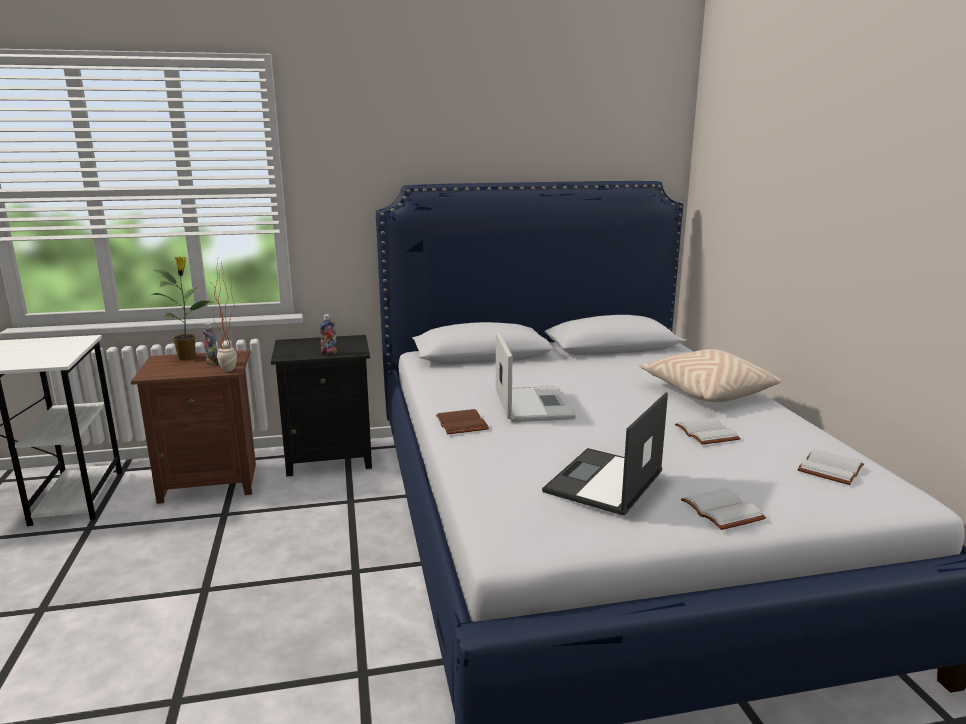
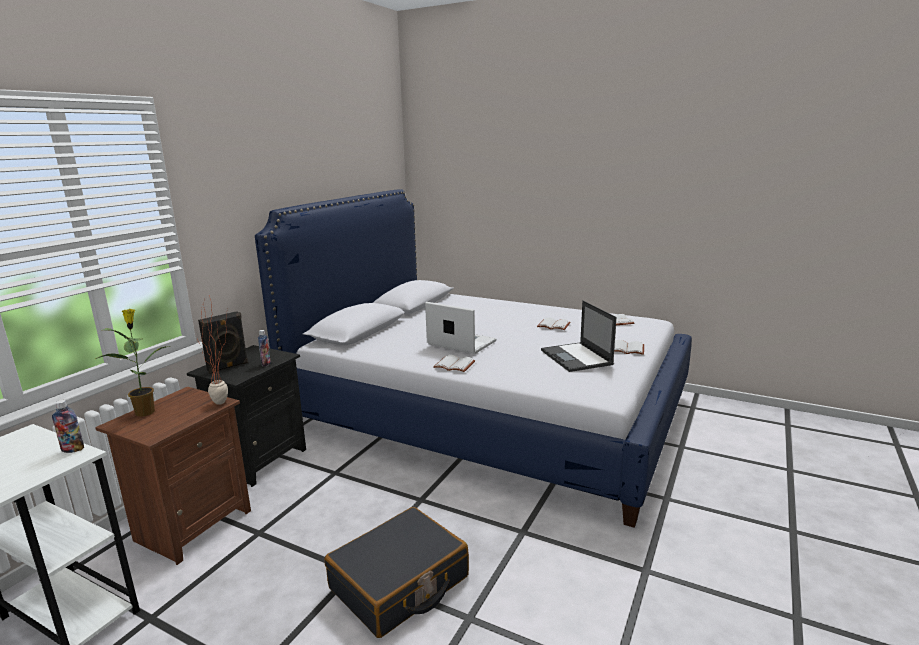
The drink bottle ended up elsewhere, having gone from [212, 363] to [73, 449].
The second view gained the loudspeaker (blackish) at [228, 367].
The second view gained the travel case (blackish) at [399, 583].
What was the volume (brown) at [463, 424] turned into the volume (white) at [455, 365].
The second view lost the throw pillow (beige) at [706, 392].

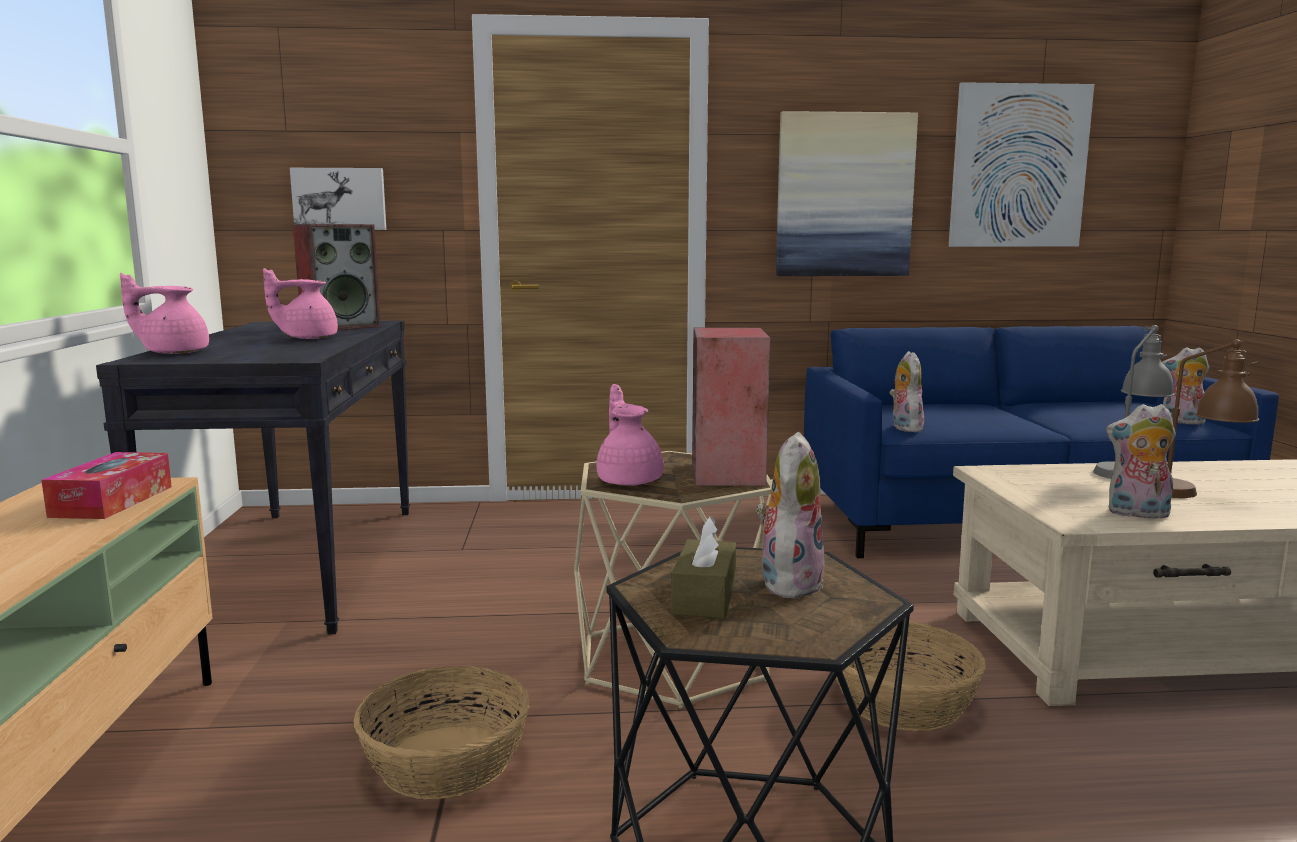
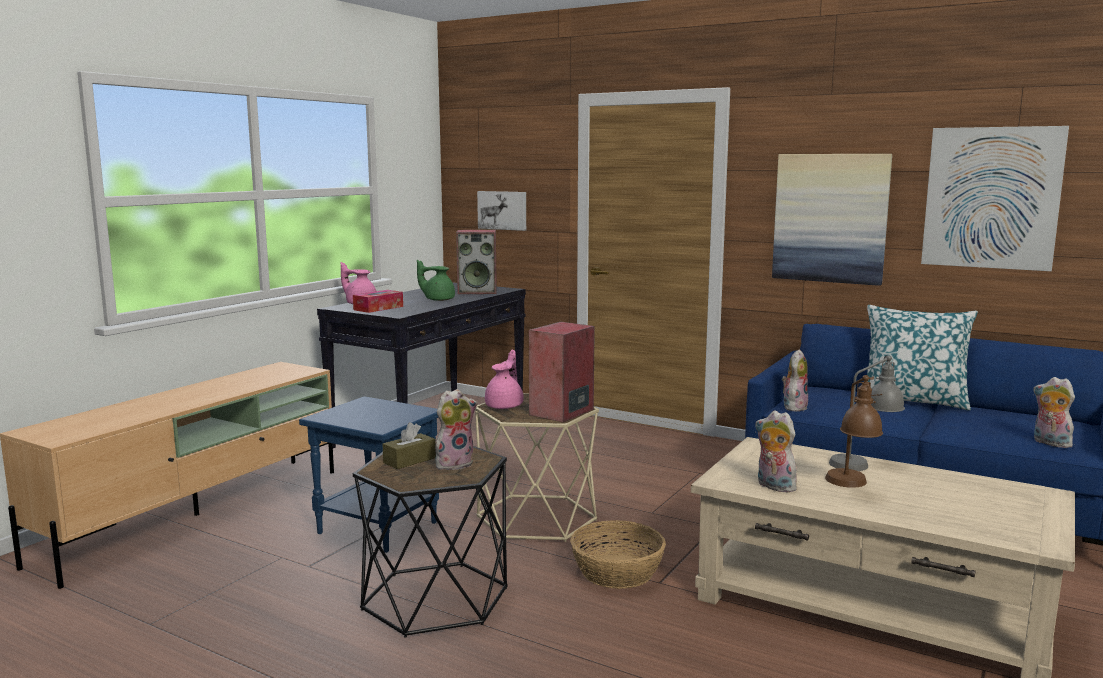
Where the basket stood at [445, 762], the side table (bluish) came to stand at [375, 528].
The tissue box ended up elsewhere, having gone from [112, 501] to [378, 308].
What was the teapot (pink) at [307, 338] turned into the teapot (green-coloured) at [438, 299].
The second view gained the throw pillow at [913, 401].

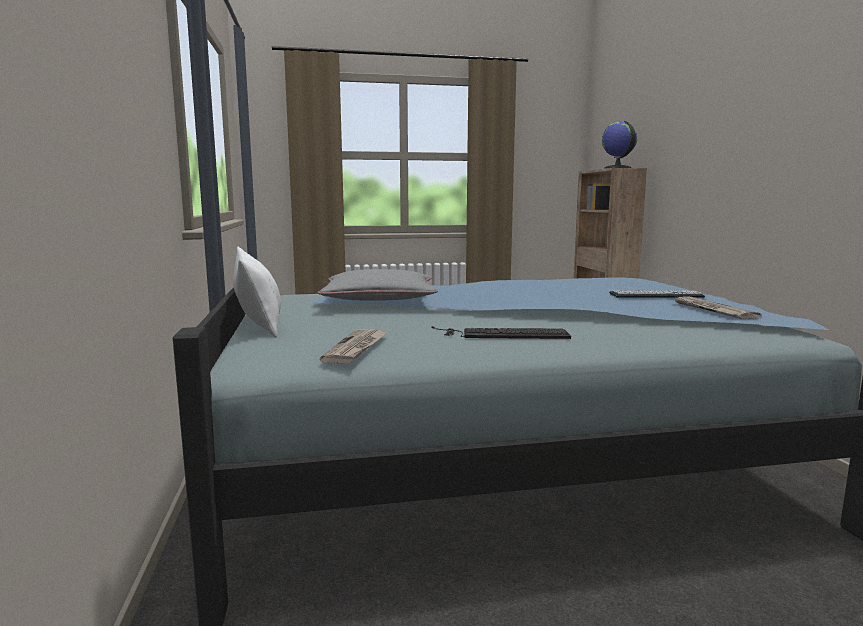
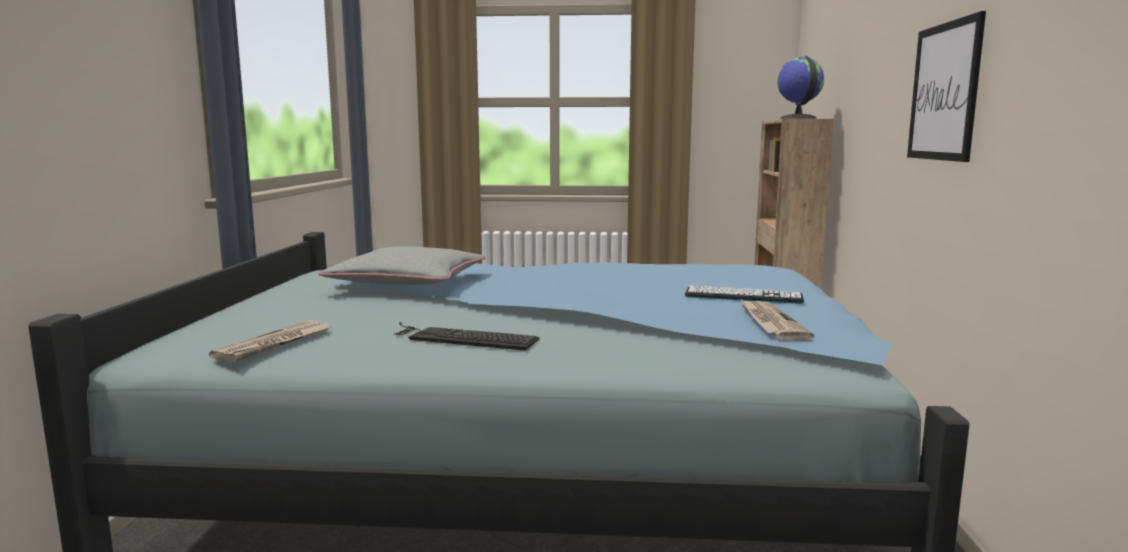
The second view gained the picture at [944, 92].
The second view lost the throw pillow (white) at [258, 321].

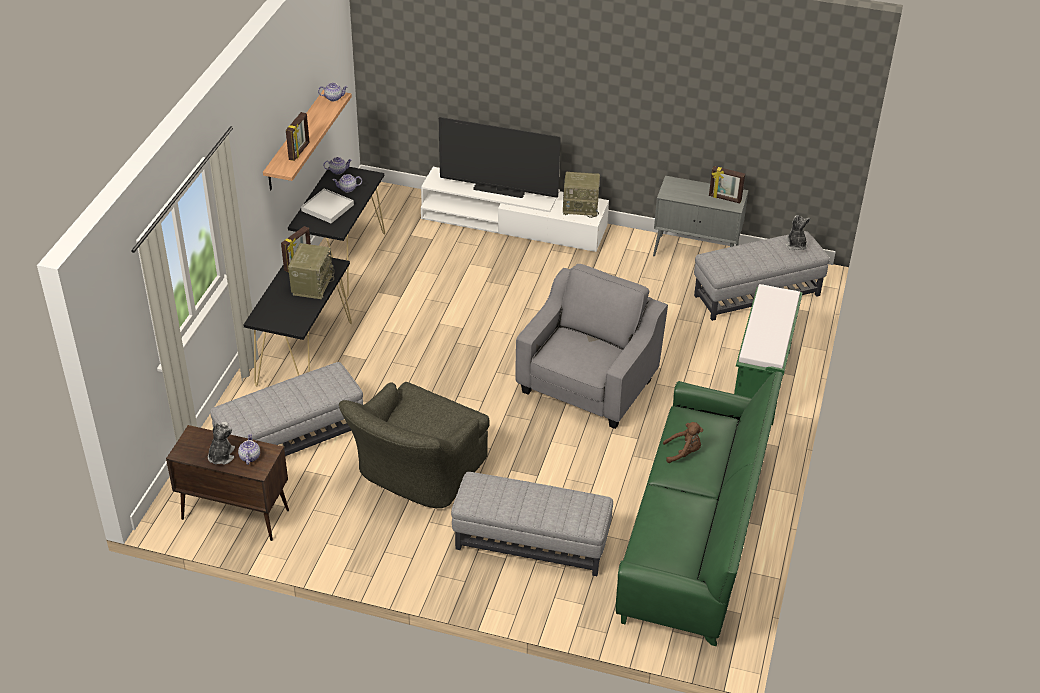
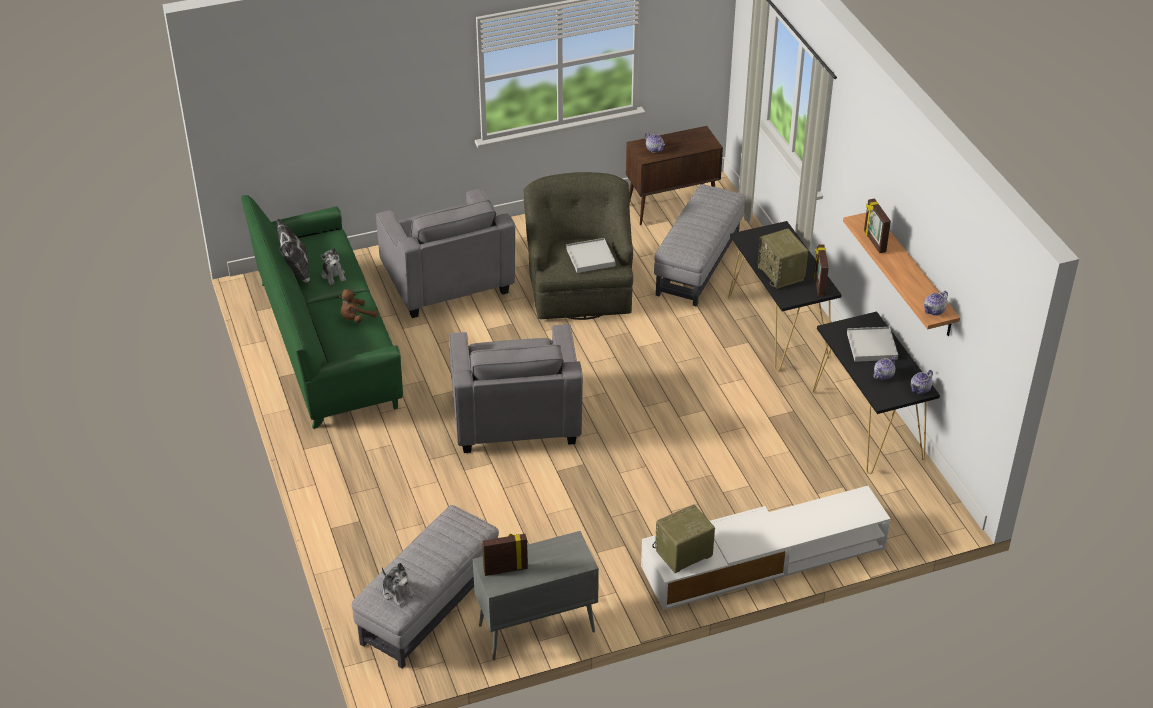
The second view gained the throw pillow at [296, 273].
The soft toy ended up elsewhere, having gone from [221, 456] to [333, 275].
Where the ottoman (greyish) stood at [531, 544], the easy chair (greyish) came to stand at [447, 283].
The second view gained the tray (white) at [590, 257].
The second view lost the TV at [498, 191].
The second view lost the bench (green-coloured) at [761, 383].

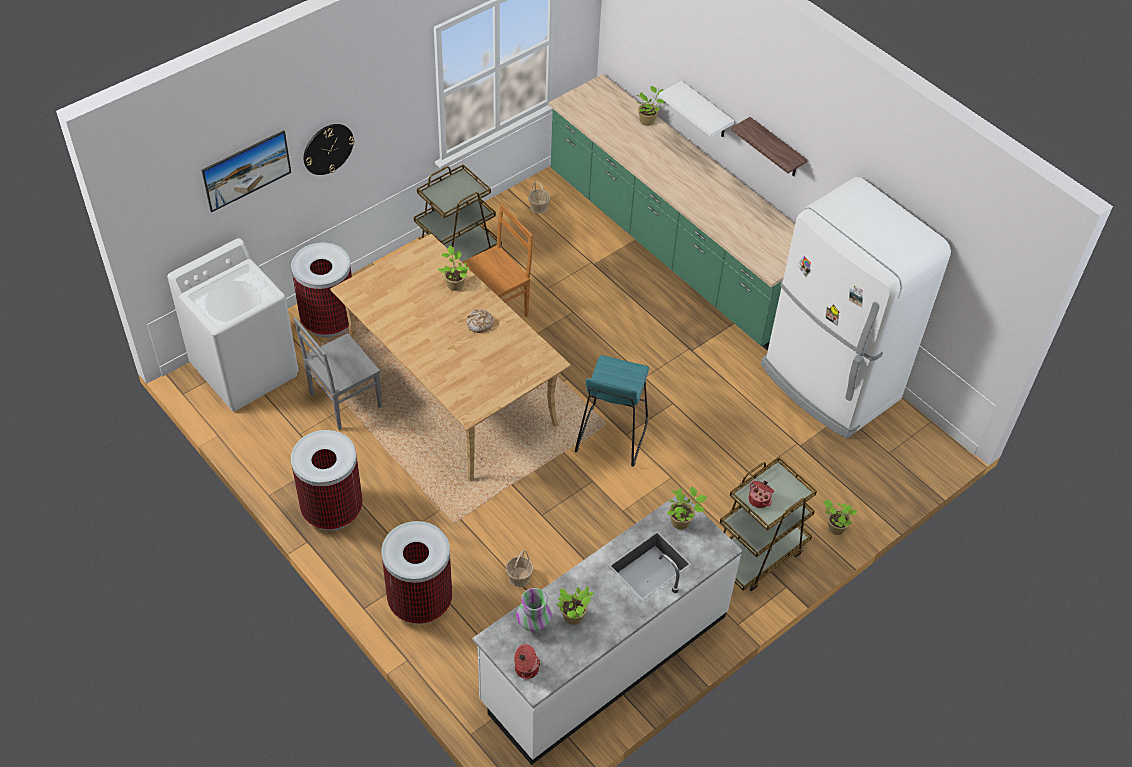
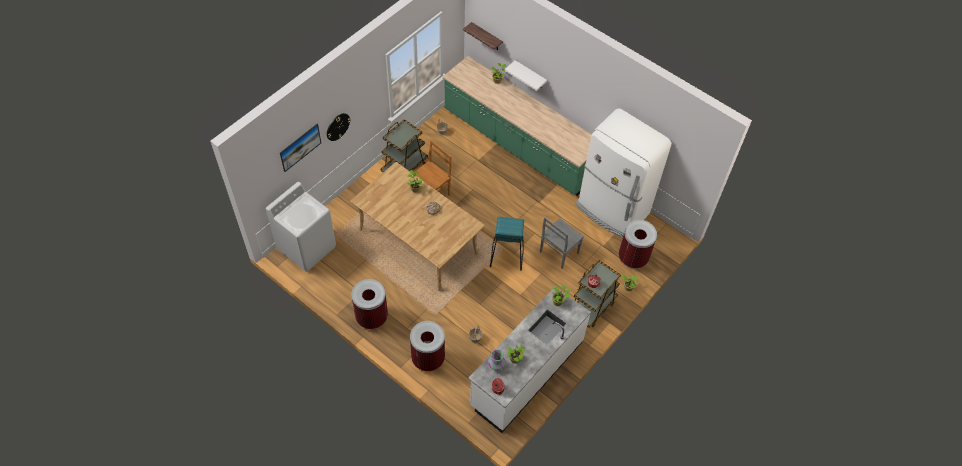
The shelf ended up elsewhere, having gone from [776, 149] to [486, 37].
The upright chair (greyish) ended up elsewhere, having gone from [344, 401] to [558, 253].
The rubbish bin ended up elsewhere, having gone from [329, 320] to [633, 258].

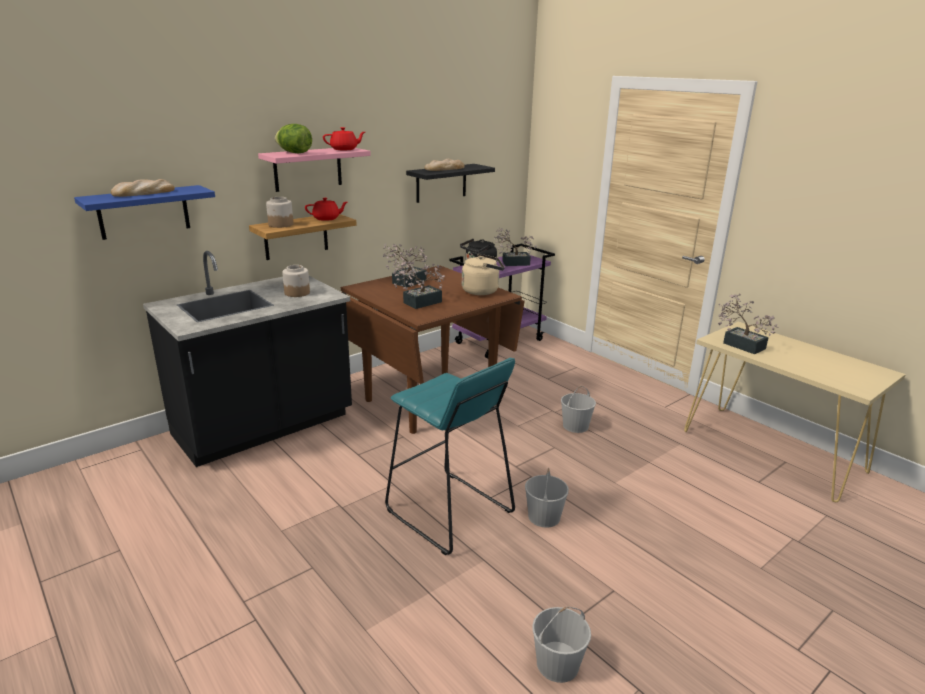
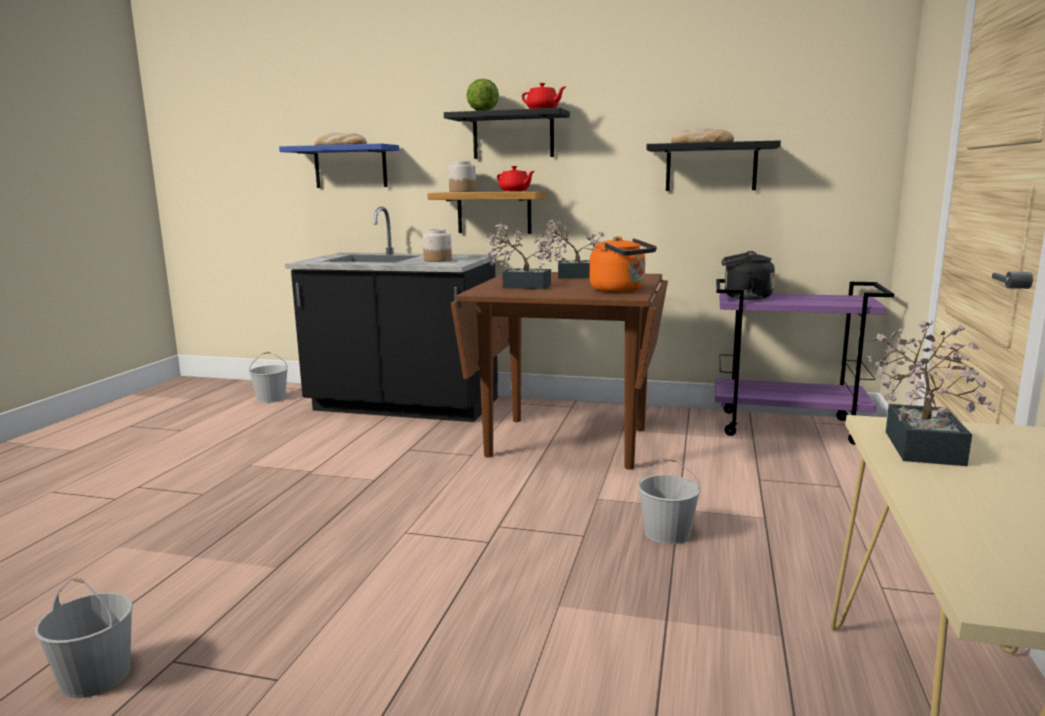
The bucket (white) ended up elsewhere, having gone from [544, 516] to [271, 398].
What was the shelf (pink) at [308, 169] turned into the shelf (blackish) at [513, 135].
What was the water kettle (beige) at [482, 291] turned into the water kettle (orange) at [620, 290].
The second view lost the stool (blue-green) at [449, 512].
The second view lost the houseplant at [512, 263].

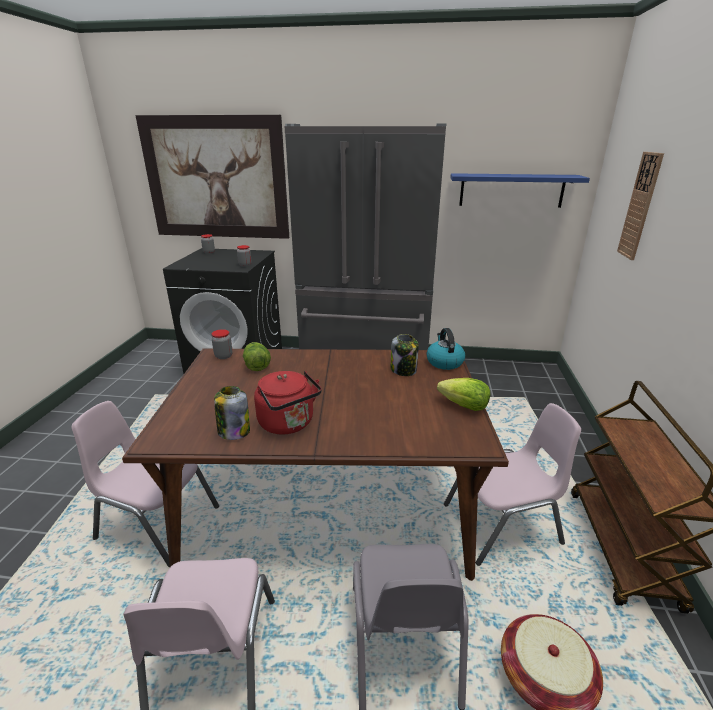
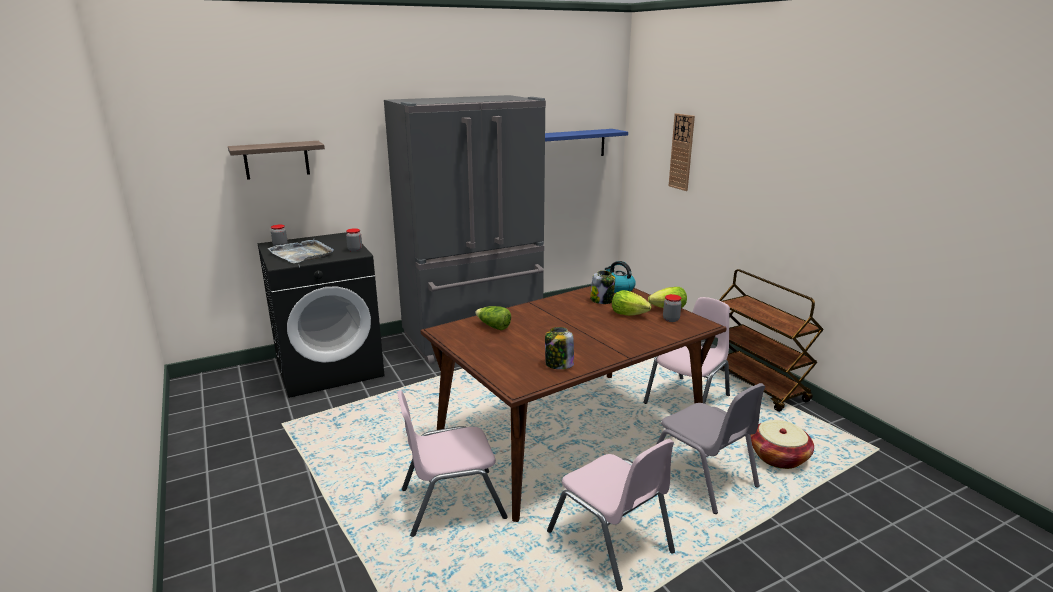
Where the picture hung at [216, 178], the shelf came to hang at [276, 160].
The second view gained the tray (greyish) at [303, 254].
The second view gained the lettuce at [628, 314].
The preserve jar ended up elsewhere, having gone from [223, 356] to [671, 319].
The second view lost the water kettle (red) at [288, 424].

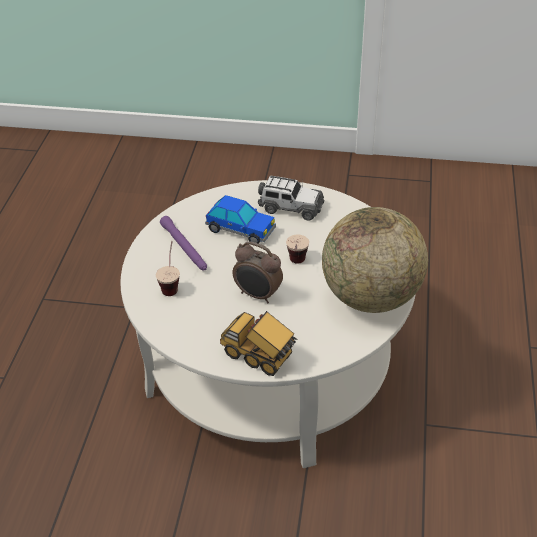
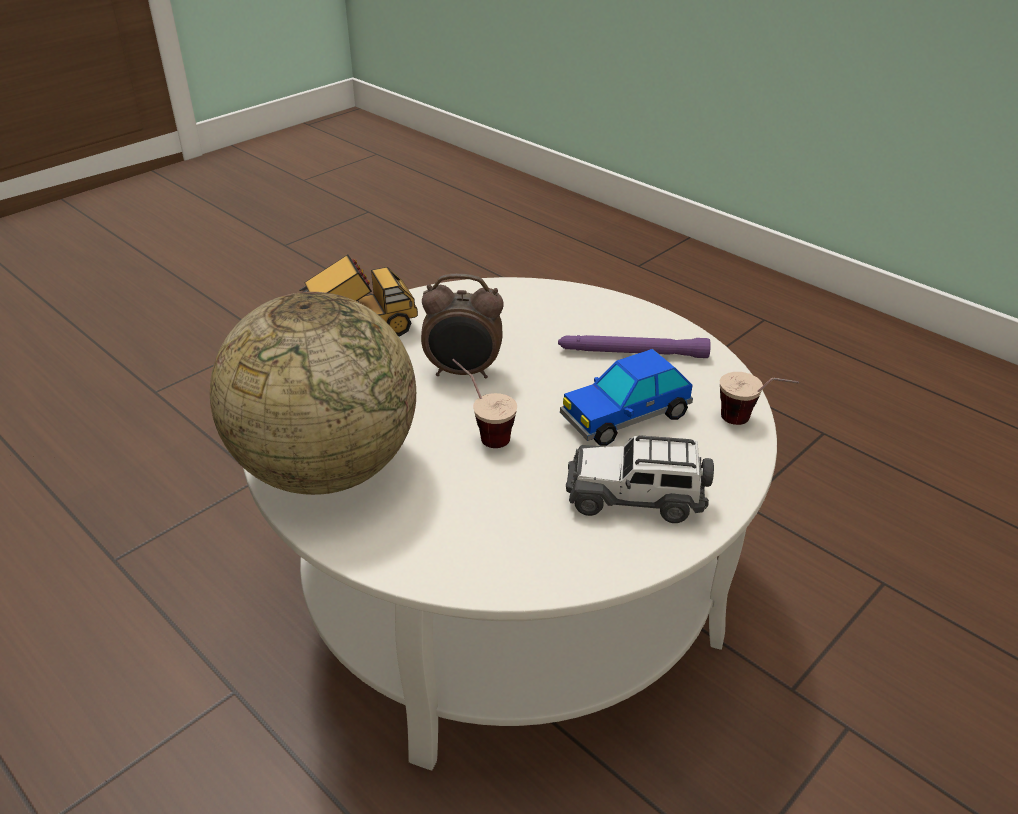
The alarm clock at [257, 295] ended up facing another way, 150 degrees counterclockwise from before.
The model car at [290, 207] ended up facing another way, 45 degrees clockwise from before.
The small cup ended up elsewhere, having gone from [171, 284] to [750, 424].

